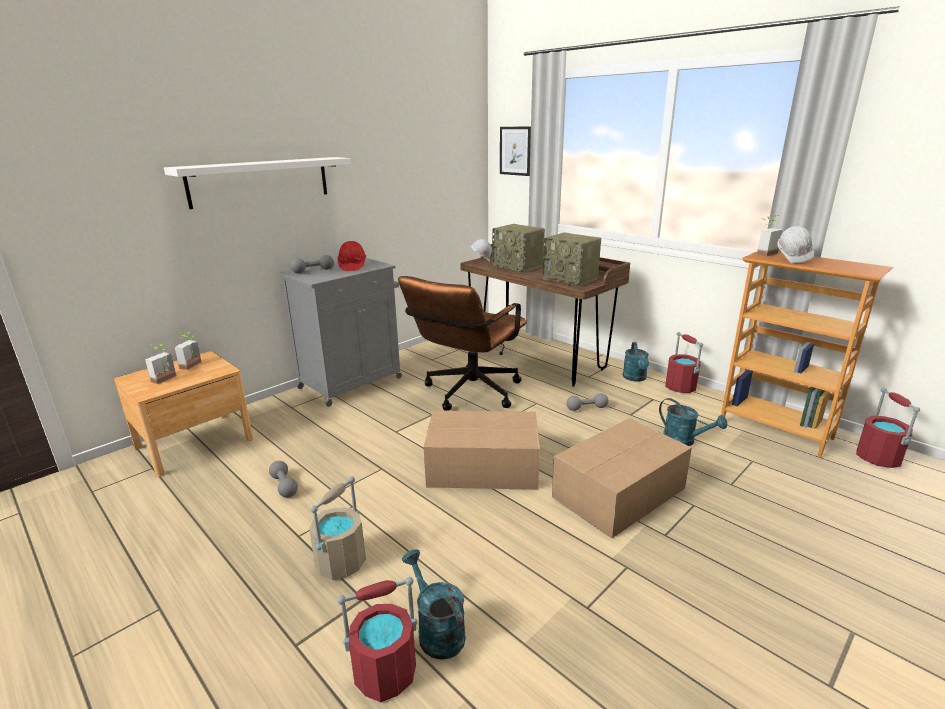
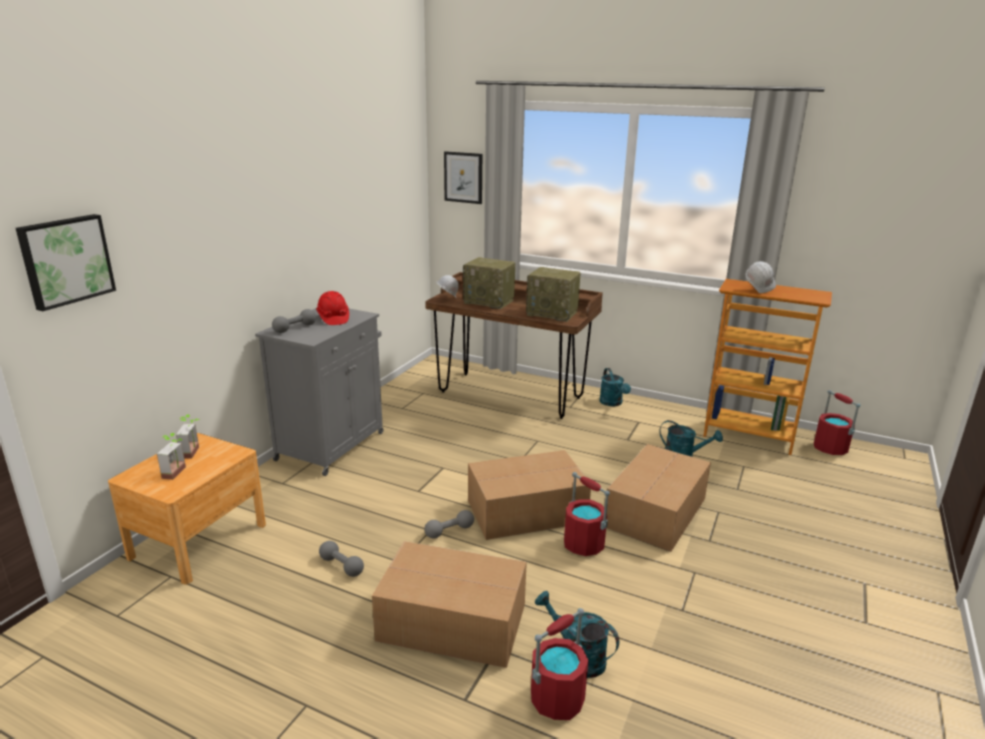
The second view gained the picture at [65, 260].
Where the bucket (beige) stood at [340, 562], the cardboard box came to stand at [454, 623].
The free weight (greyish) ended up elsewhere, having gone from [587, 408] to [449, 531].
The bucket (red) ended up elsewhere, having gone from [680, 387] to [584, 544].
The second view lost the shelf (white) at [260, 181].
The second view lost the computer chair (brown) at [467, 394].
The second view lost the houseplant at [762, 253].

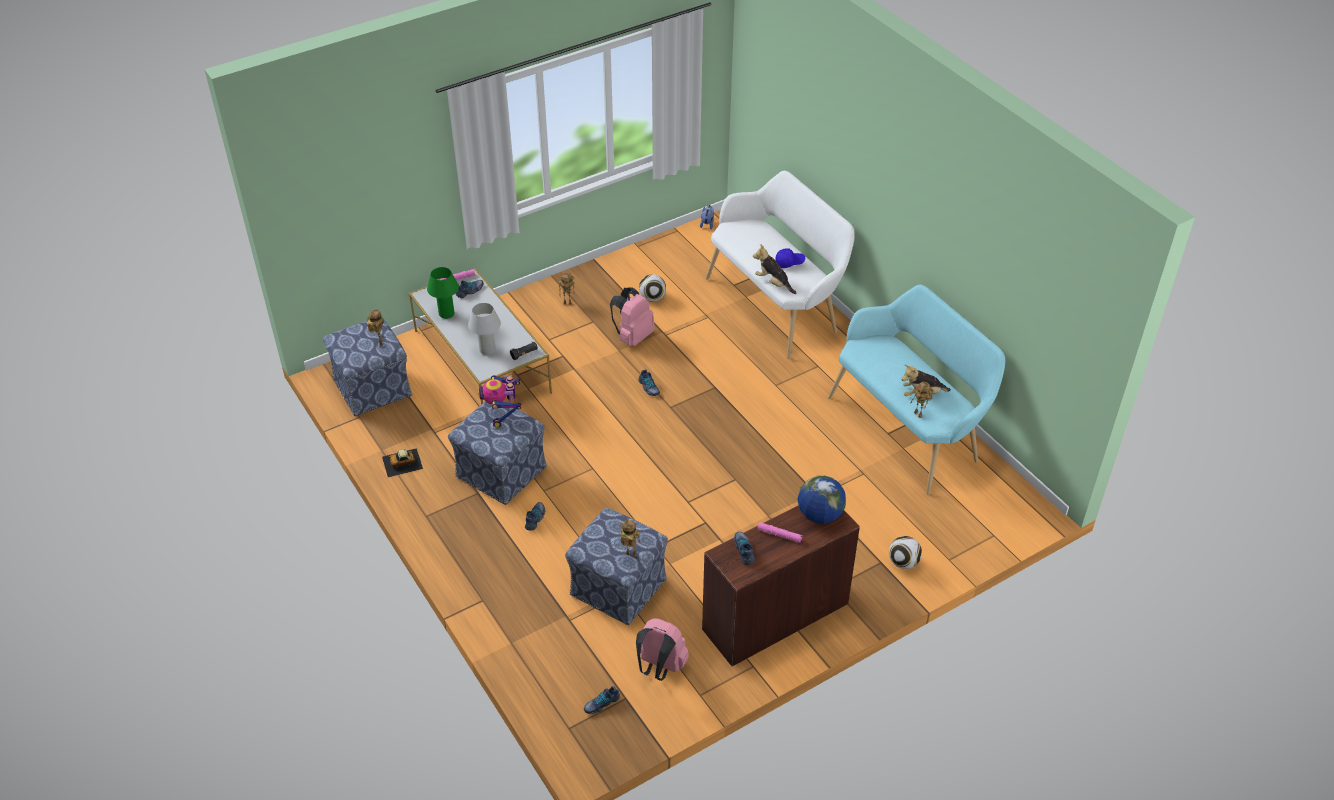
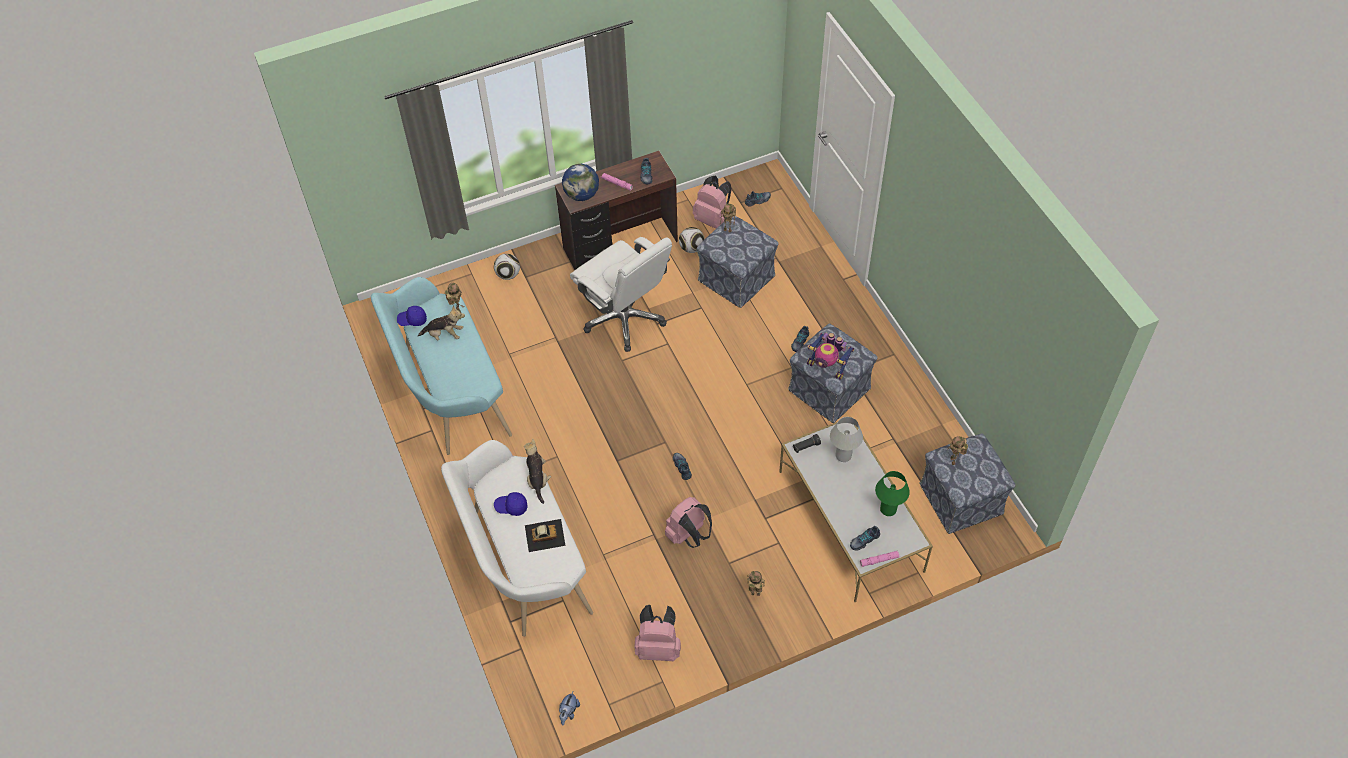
The second view gained the cap (bluish) at [412, 320].
The soft toy at [773, 283] ended up facing another way, 150 degrees counterclockwise from before.
The model car ended up elsewhere, having gone from [402, 462] to [544, 535].
The second view gained the computer chair (white) at [625, 318].
The second view gained the rucksack (pink) at [658, 647].
The football ball ended up elsewhere, having gone from [652, 298] to [691, 248].
The model robot at [502, 412] ended up facing another way, 120 degrees clockwise from before.

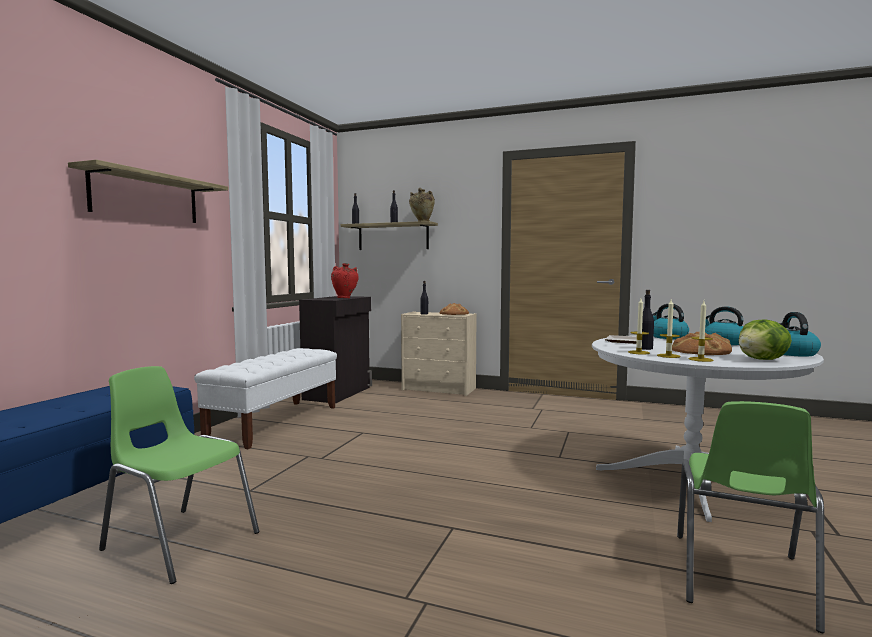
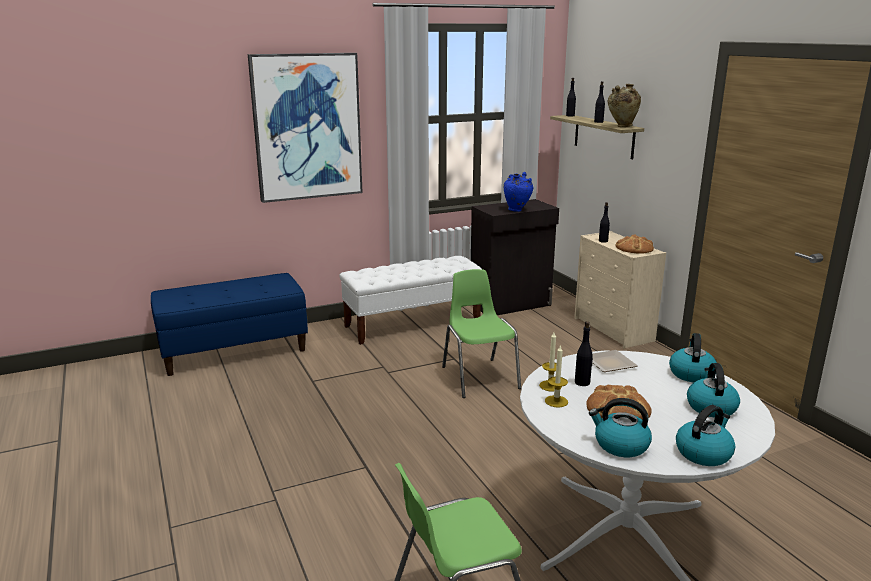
Where the shelf hung at [146, 197], the picture came to hang at [307, 127].
The upright chair (green-coloured) ended up elsewhere, having gone from [179, 541] to [479, 377].
What was the vase (red) at [345, 298] turned into the vase (bluish) at [517, 210].
Where the lettuce stood at [763, 360], the water kettle came to stand at [620, 445].
The second view lost the wax candle at [700, 359].

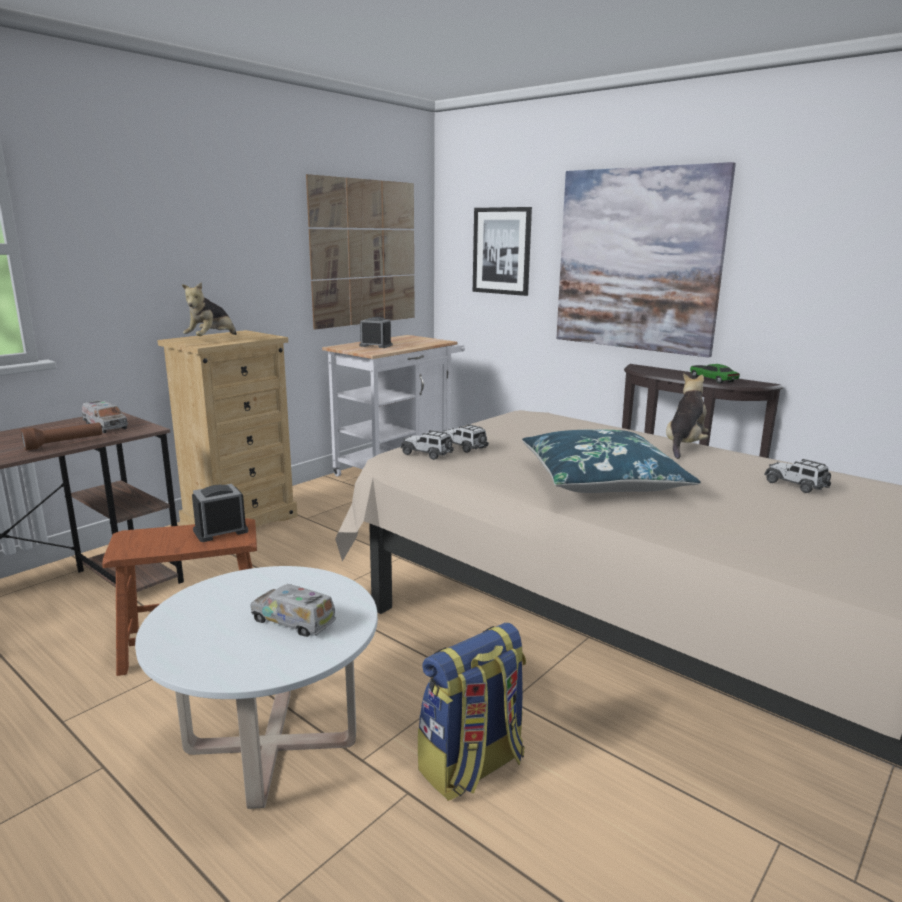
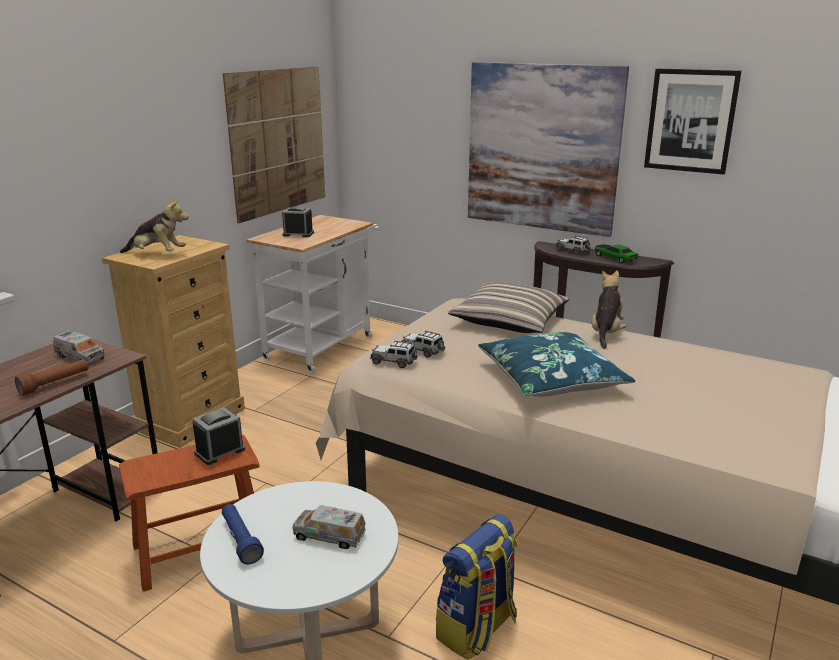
The soft toy at [211, 340] ended up facing another way, 90 degrees counterclockwise from before.
The second view gained the torch (bluish) at [240, 540].
The second view gained the throw pillow at [509, 320].
The model car ended up elsewhere, having gone from [796, 485] to [572, 251].
The picture ended up elsewhere, having gone from [502, 251] to [690, 121].

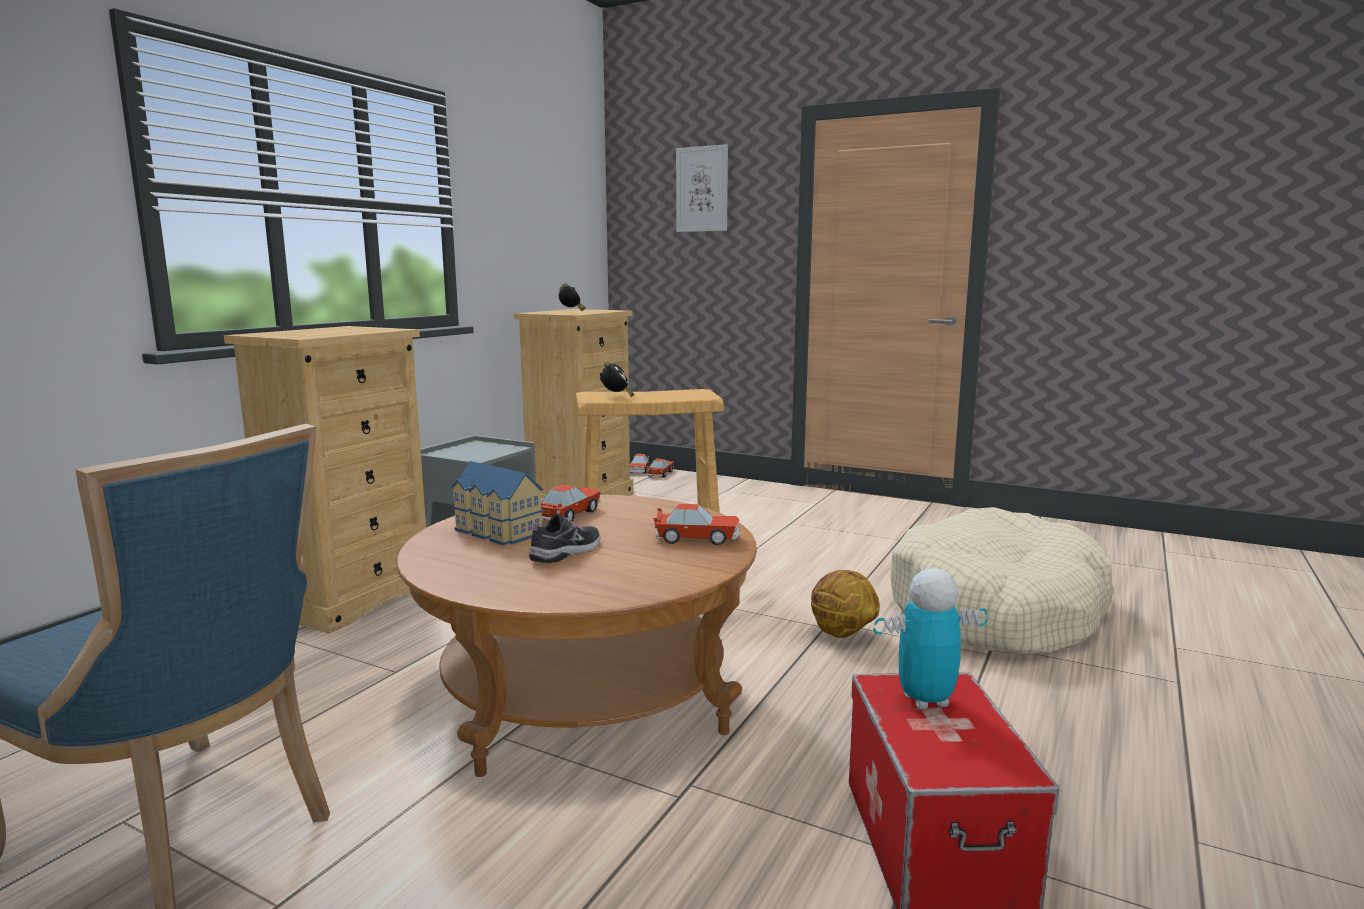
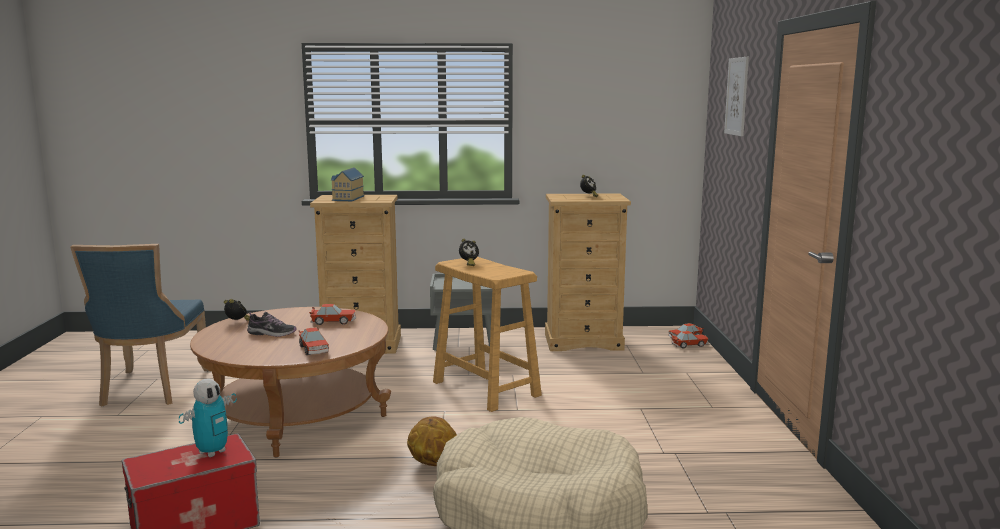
The model robot at [925, 701] ended up facing another way, 75 degrees clockwise from before.
The second view gained the alarm clock at [237, 323].
The toy house ended up elsewhere, having gone from [496, 532] to [347, 198].

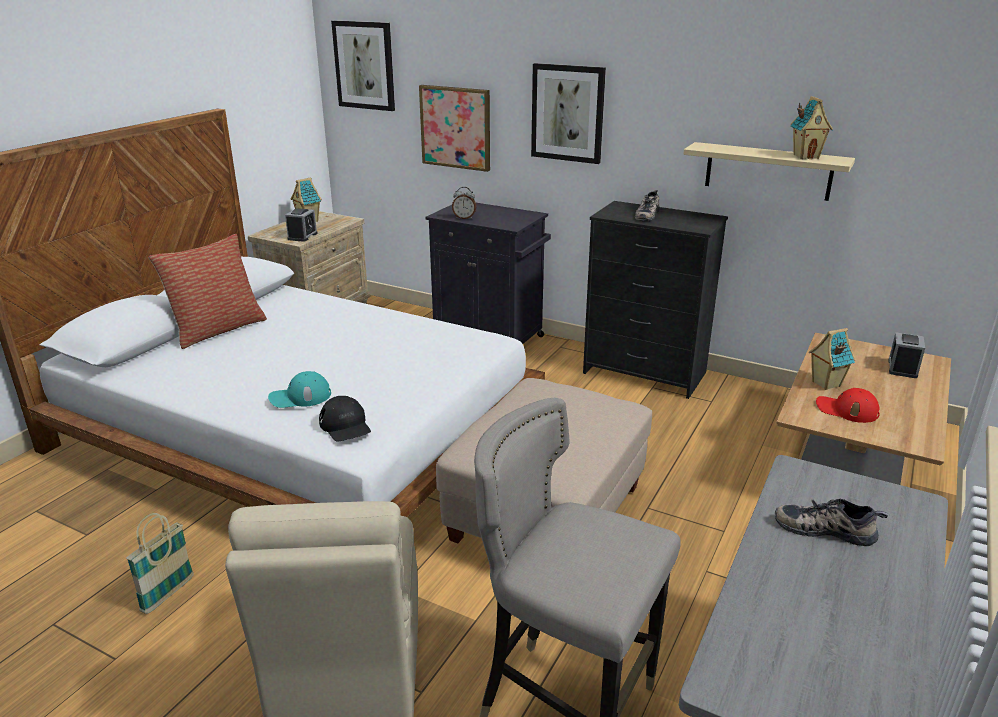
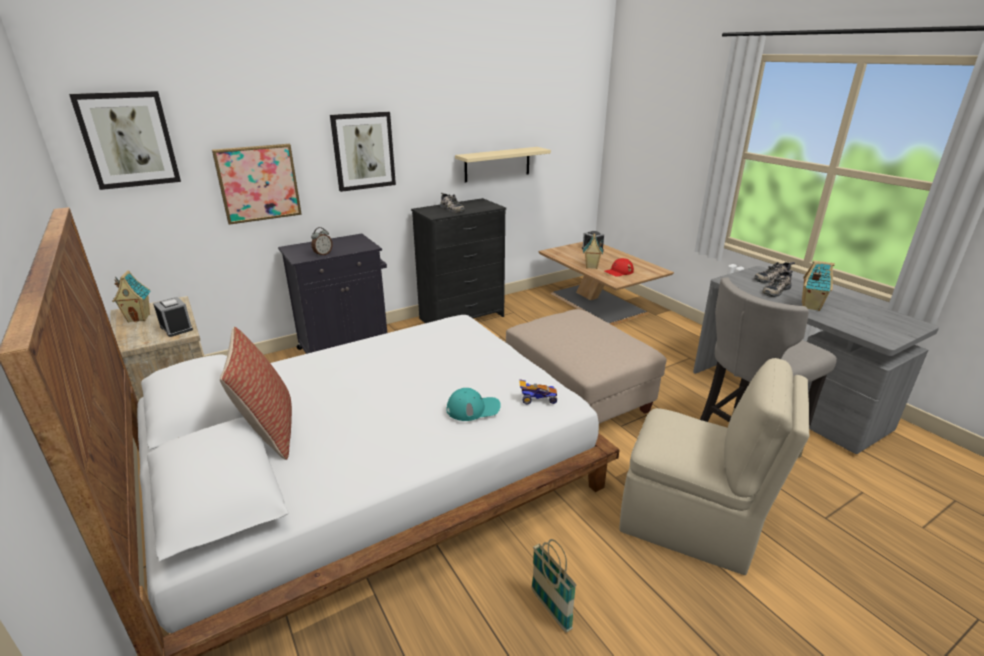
The cap (blue-green) at [300, 397] ended up facing another way, 120 degrees counterclockwise from before.
Where the cap (blackish) stood at [345, 425], the model car came to stand at [537, 399].
The second view gained the item of footwear at [771, 278].
The toy house ended up elsewhere, having gone from [806, 156] to [809, 306].

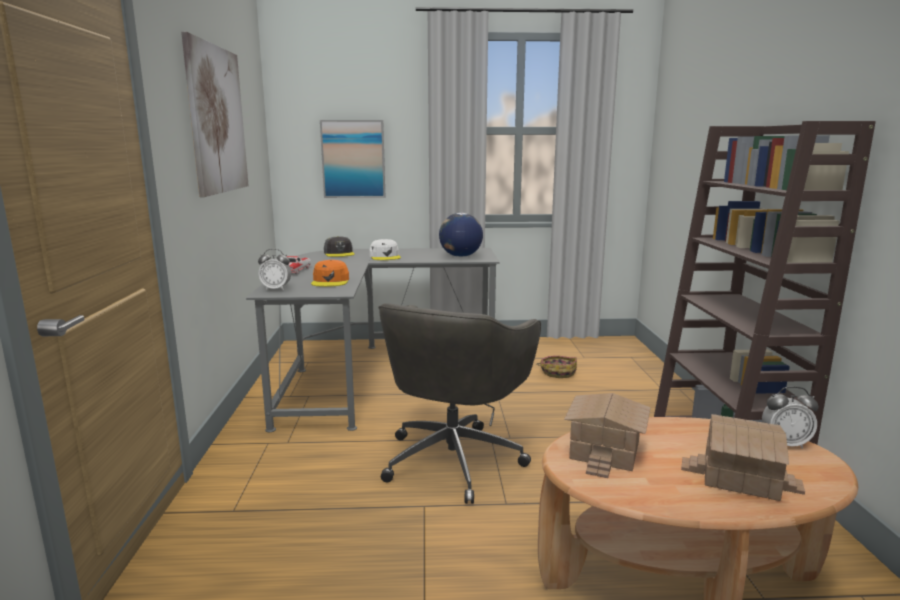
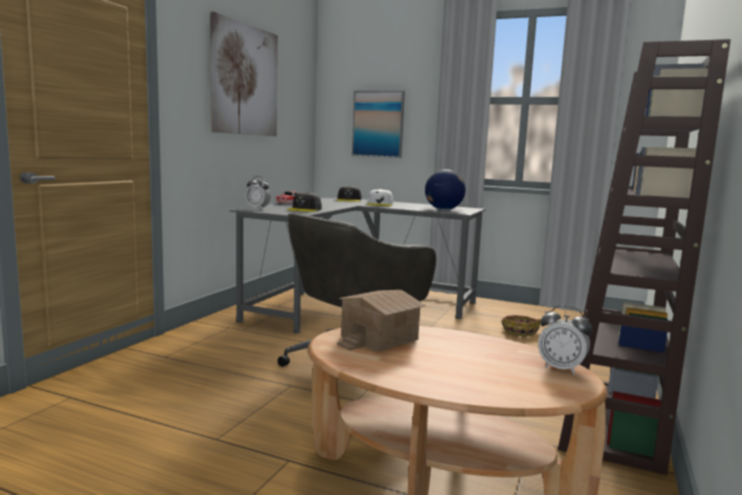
What was the cap (orange) at [330, 281] turned into the cap (greyish) at [304, 209].
The second view lost the toy house at [740, 475].

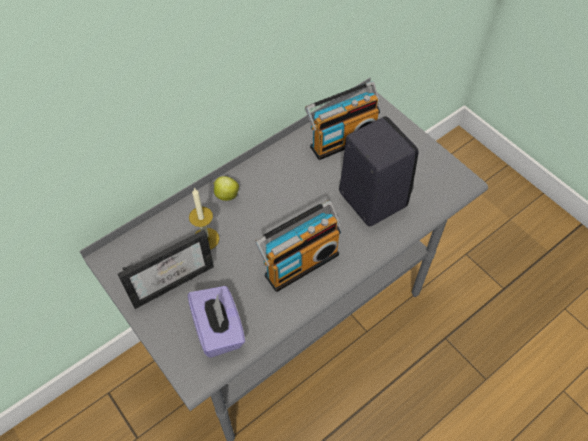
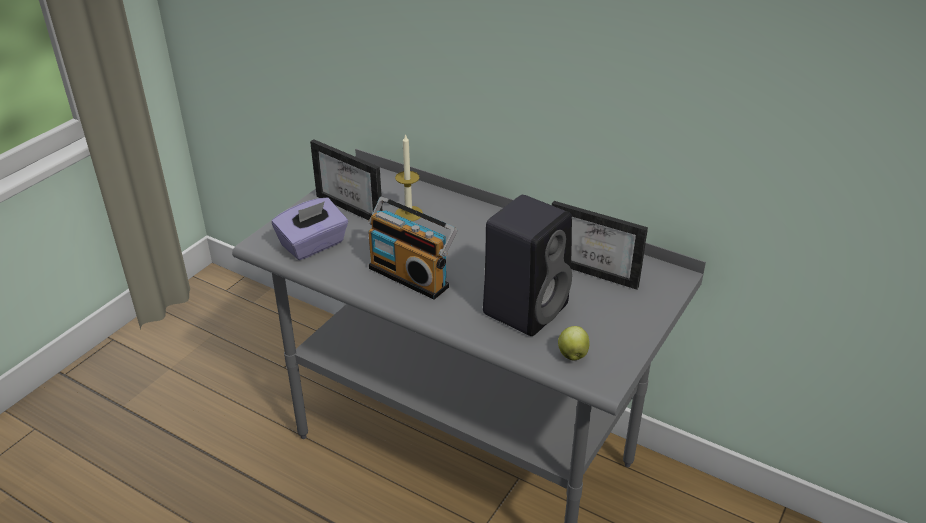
Where the radio receiver stood at [341, 139], the standing frame came to stand at [597, 269].
The whole apple ended up elsewhere, having gone from [226, 195] to [572, 354].

